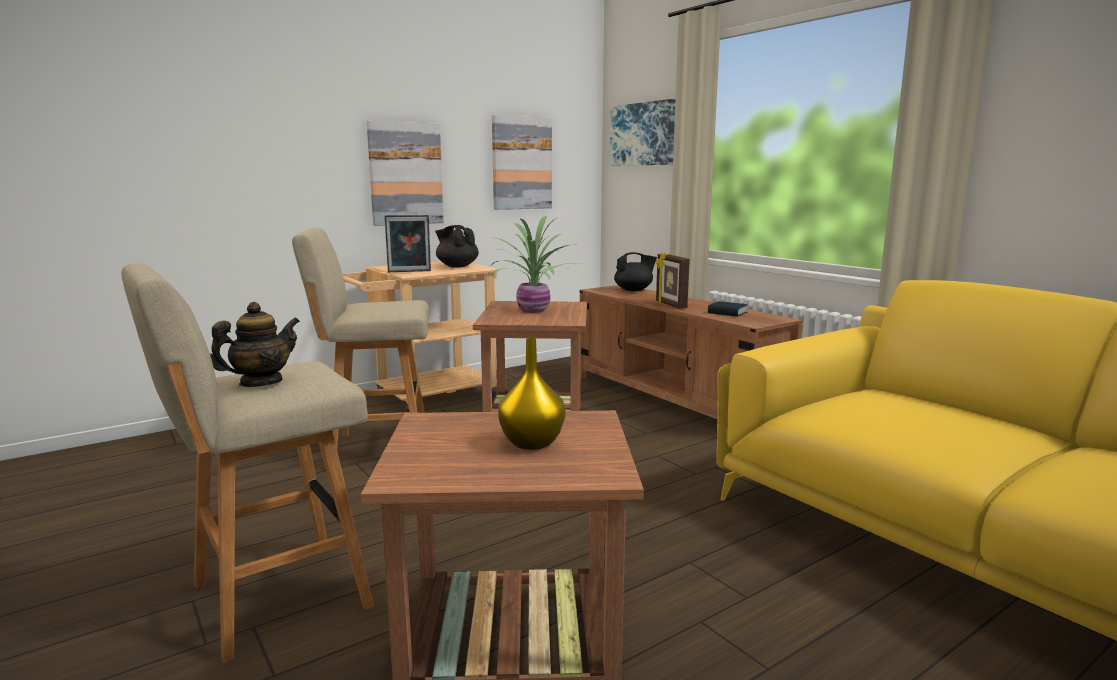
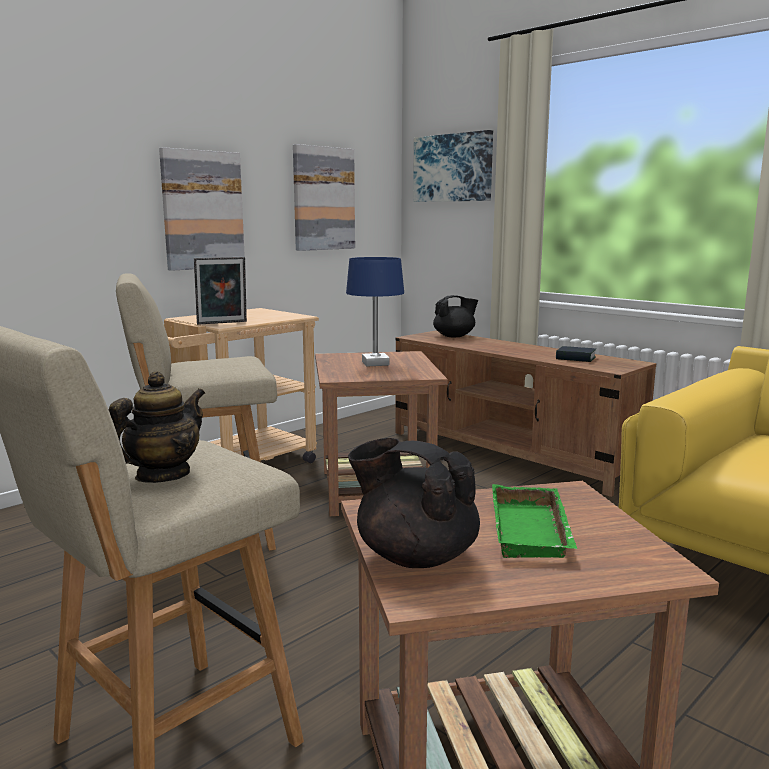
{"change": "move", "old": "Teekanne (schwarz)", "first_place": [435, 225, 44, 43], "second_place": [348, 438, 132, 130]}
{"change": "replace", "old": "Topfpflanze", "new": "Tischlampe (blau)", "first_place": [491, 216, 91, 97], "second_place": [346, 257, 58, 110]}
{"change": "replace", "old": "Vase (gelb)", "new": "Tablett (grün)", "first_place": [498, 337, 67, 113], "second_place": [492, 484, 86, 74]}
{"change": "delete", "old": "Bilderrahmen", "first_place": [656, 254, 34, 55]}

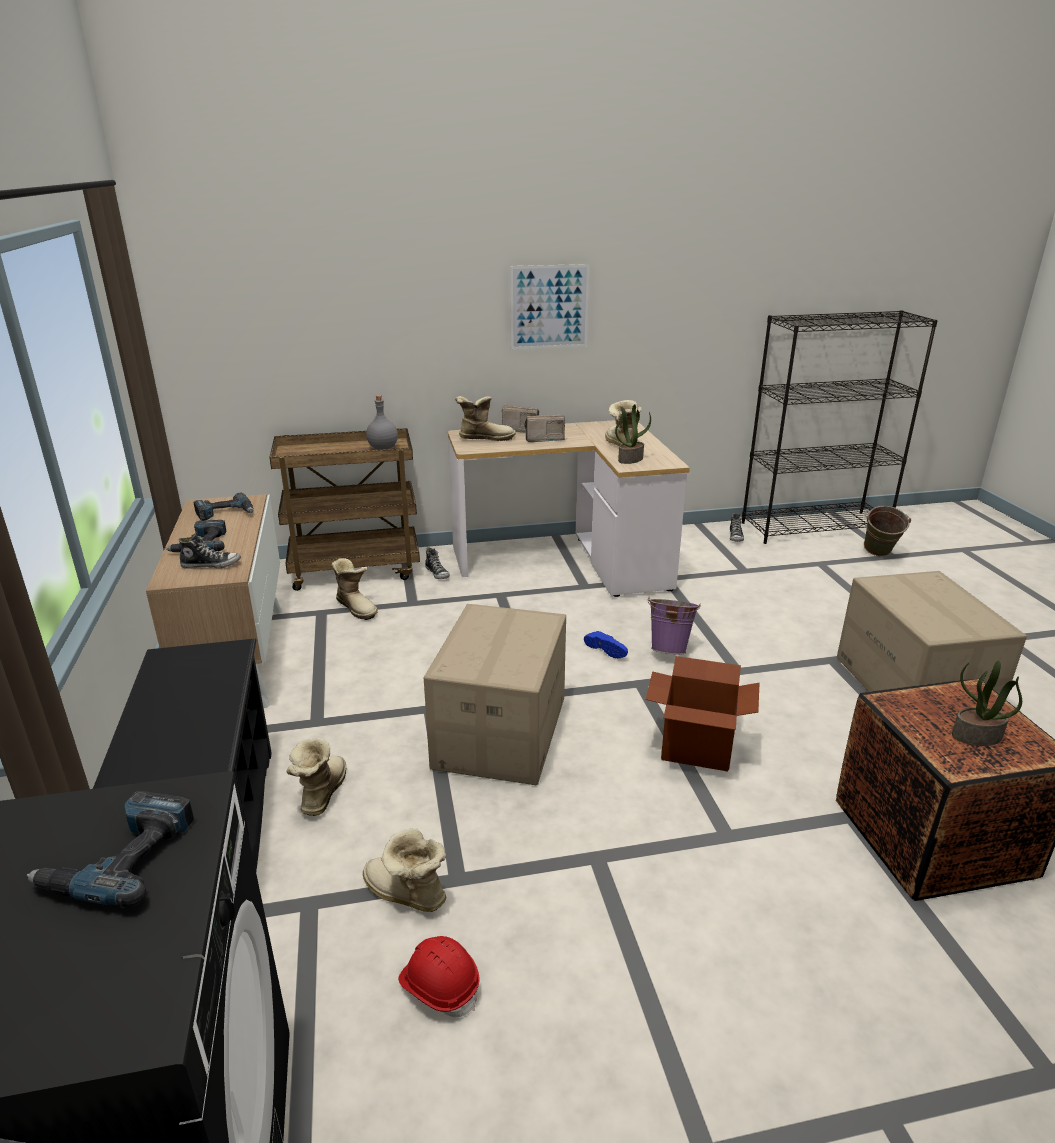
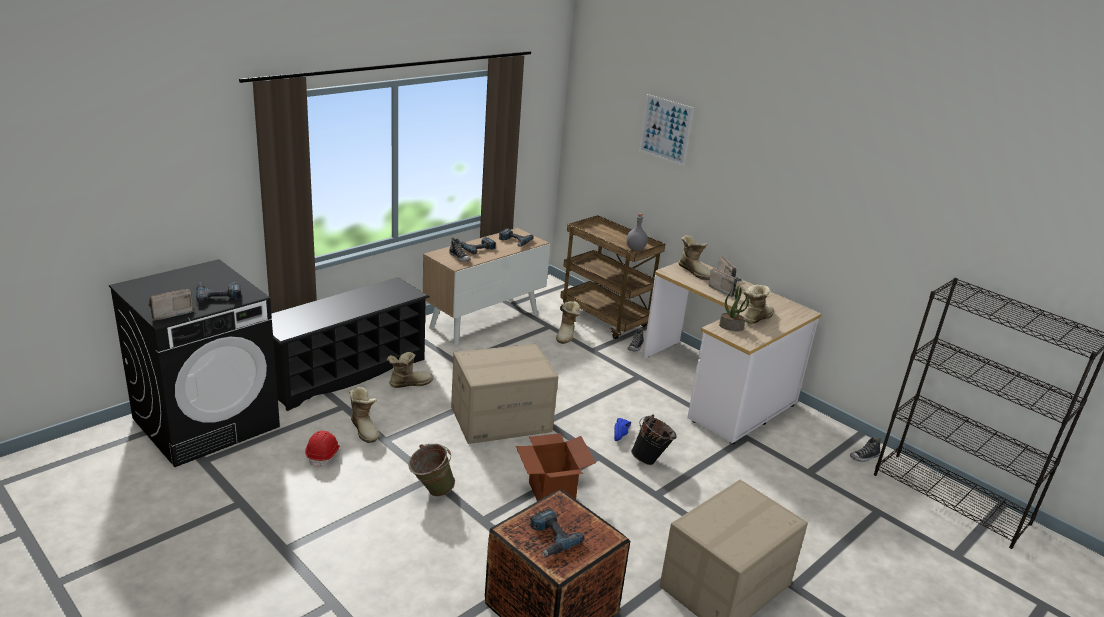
{"change": "rotate", "old": "Stiefel", "first_place": [363, 828, 83, 84], "second_place": [349, 387, 30, 56], "degrees": 150}
{"change": "move", "old": "Bild", "first_place": [510, 264, 80, 86], "second_place": [639, 94, 55, 72]}
{"change": "recolor", "old": "Eimer (lila)", "new": "Eimer (schwarz)", "first_place": [648, 597, 53, 57], "second_place": [631, 415, 46, 50]}
{"change": "move", "old": "Eimer (grün)", "first_place": [864, 506, 47, 50], "second_place": [408, 444, 47, 52]}
{"change": "replace", "old": "Topfpflanze", "new": "Bohrmaschine", "first_place": [952, 661, 70, 85], "second_place": [529, 508, 56, 48]}
{"change": "insert", "new": "Radio", "second_place": [149, 289, 46, 31]}

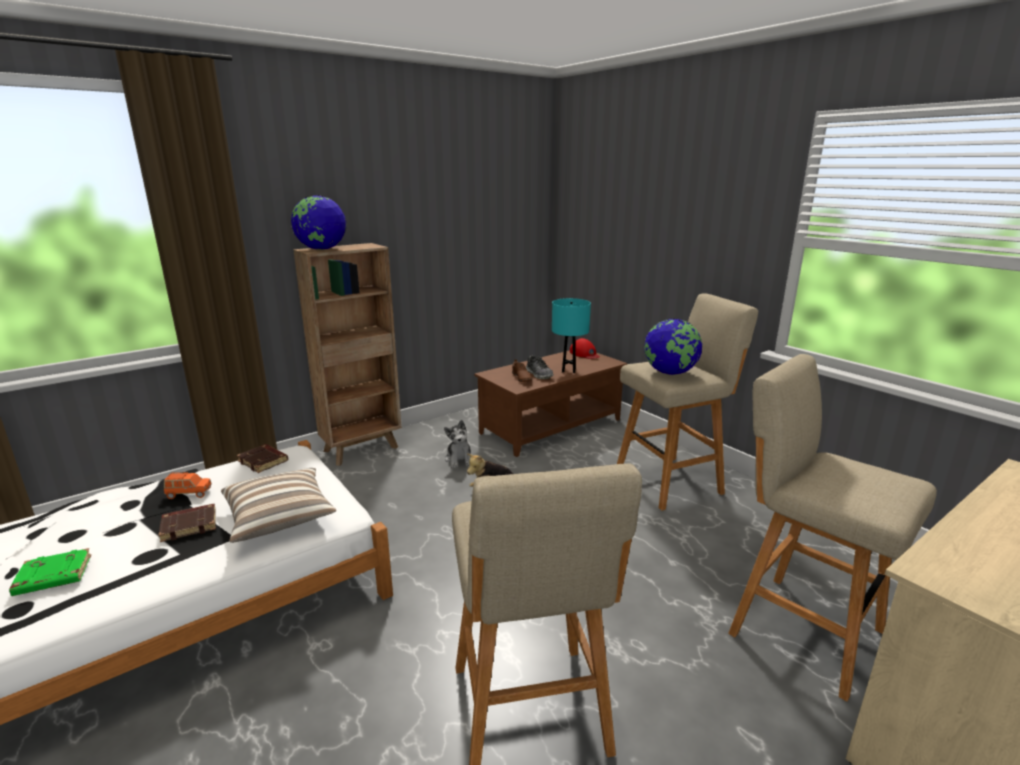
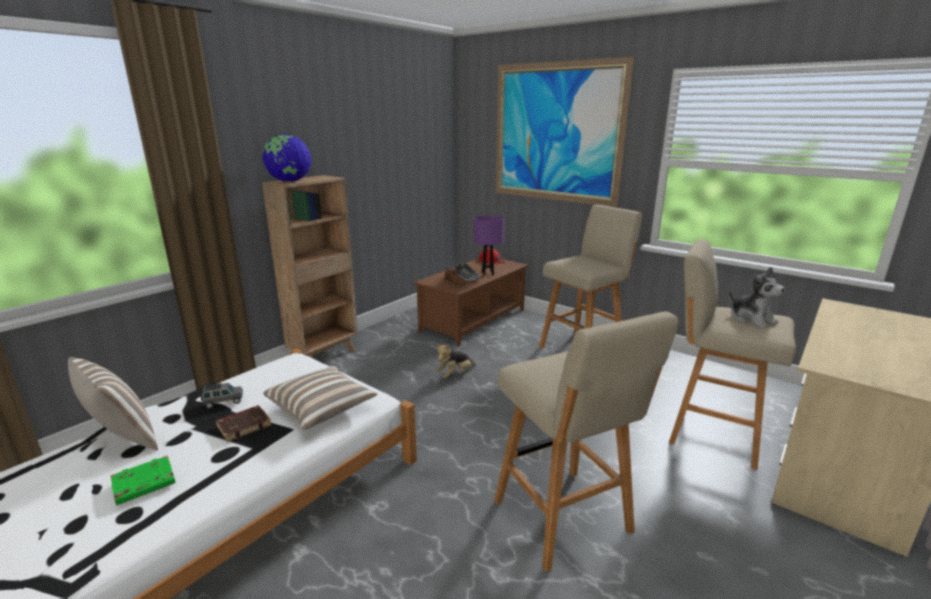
{"change": "recolor", "old": "Spielzeugauto (orange)", "new": "Spielzeugauto (grau)", "first_place": [164, 472, 48, 27], "second_place": [201, 383, 42, 26]}
{"change": "delete", "old": "Buch (braun)", "first_place": [237, 444, 51, 29]}
{"change": "move", "old": "Plüschtier", "first_place": [444, 420, 28, 48], "second_place": [729, 267, 56, 61]}
{"change": "recolor", "old": "Tischlampe (türkis)", "new": "Tischlampe (lila)", "first_place": [552, 298, 39, 75], "second_place": [473, 215, 31, 60]}
{"change": "delete", "old": "Globus", "first_place": [644, 319, 58, 56]}
{"change": "insert", "new": "Kissen", "second_place": [68, 357, 90, 94]}
{"change": "insert", "new": "Bild", "second_place": [496, 57, 138, 150]}

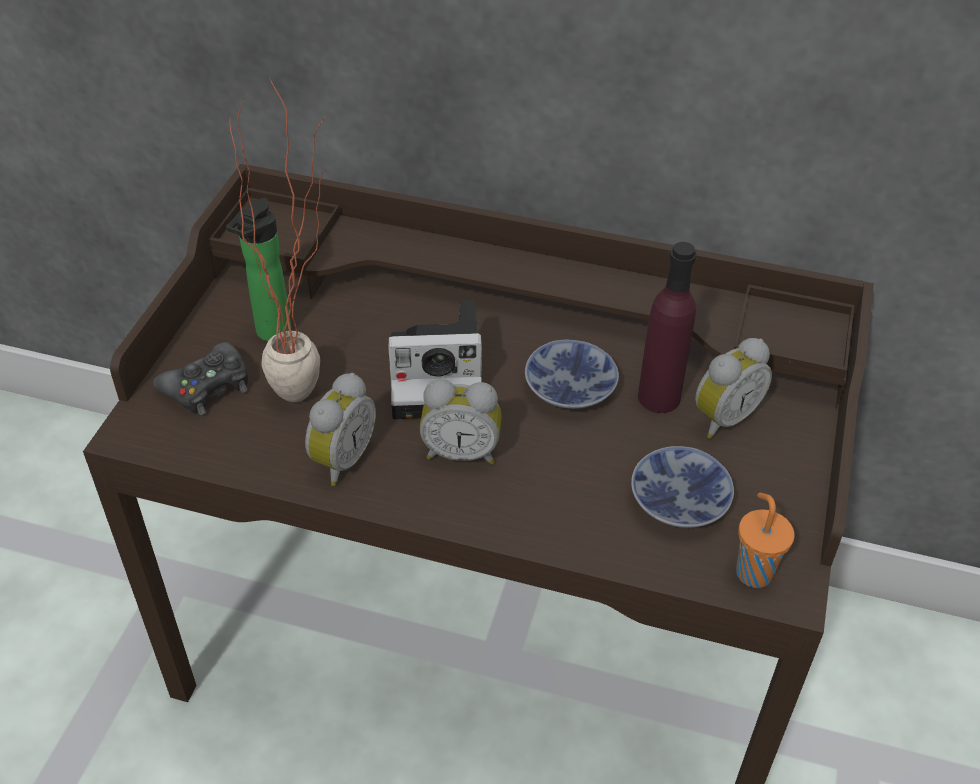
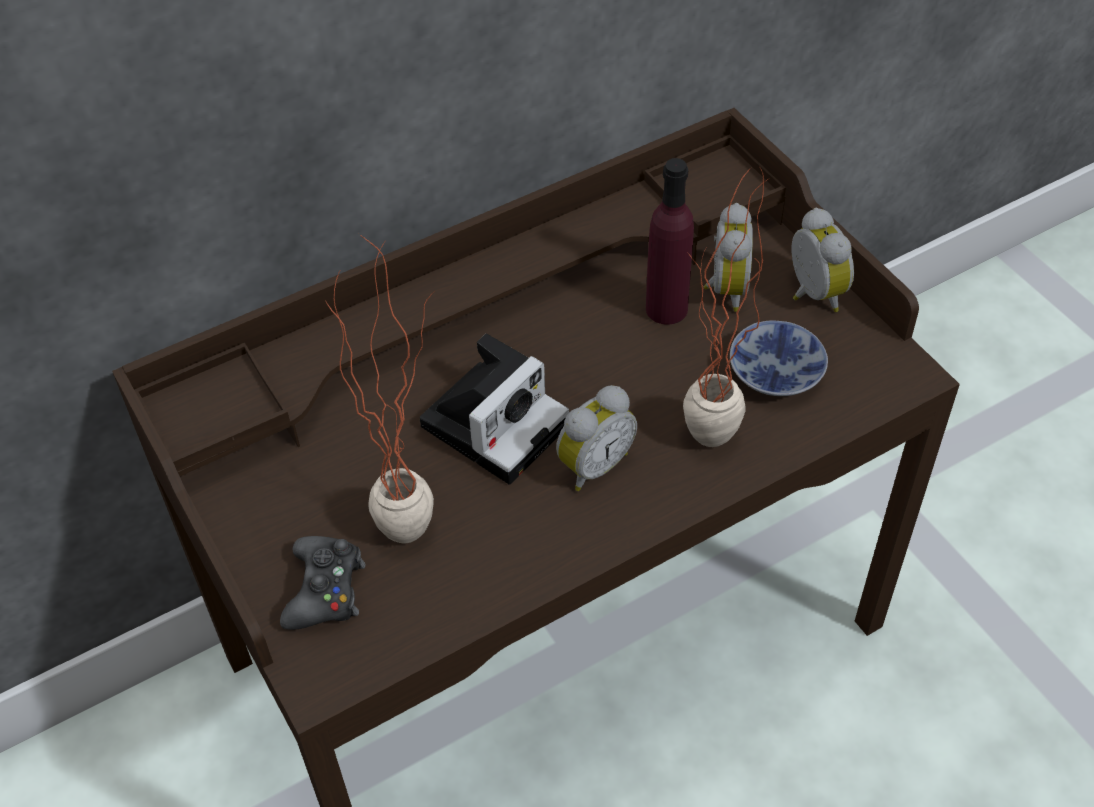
{"change": "delete", "old": "Flasche", "first_place": [226, 198, 65, 144]}
{"change": "move", "old": "Wecker", "first_place": [305, 373, 71, 113], "second_place": [791, 208, 63, 104]}
{"change": "delete", "old": "Schüssel", "first_place": [525, 340, 94, 69]}
{"change": "delete", "old": "Tasse (orange)", "first_place": [736, 493, 59, 95]}
{"change": "insert", "new": "Topfpflanze", "second_place": [683, 166, 87, 281]}

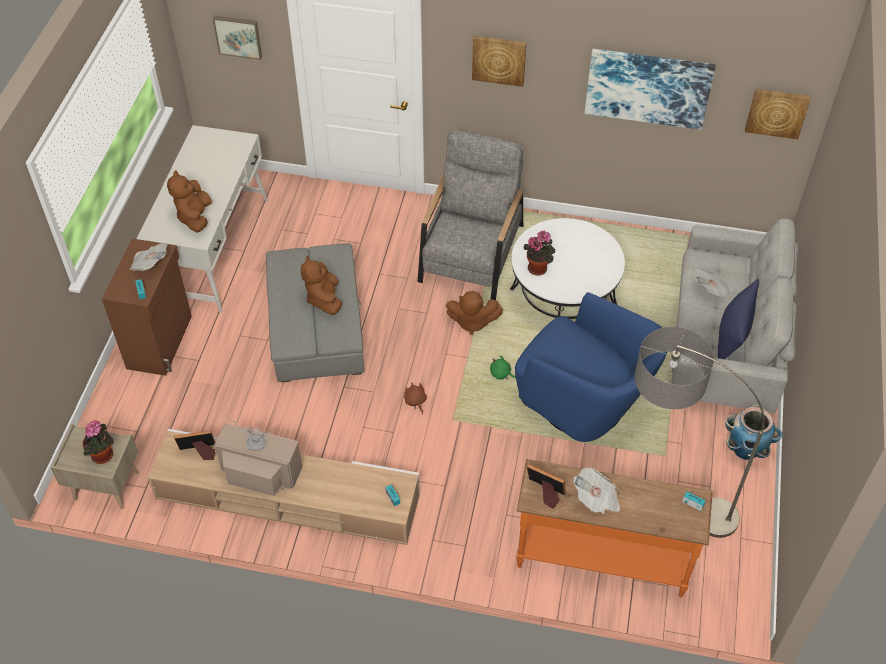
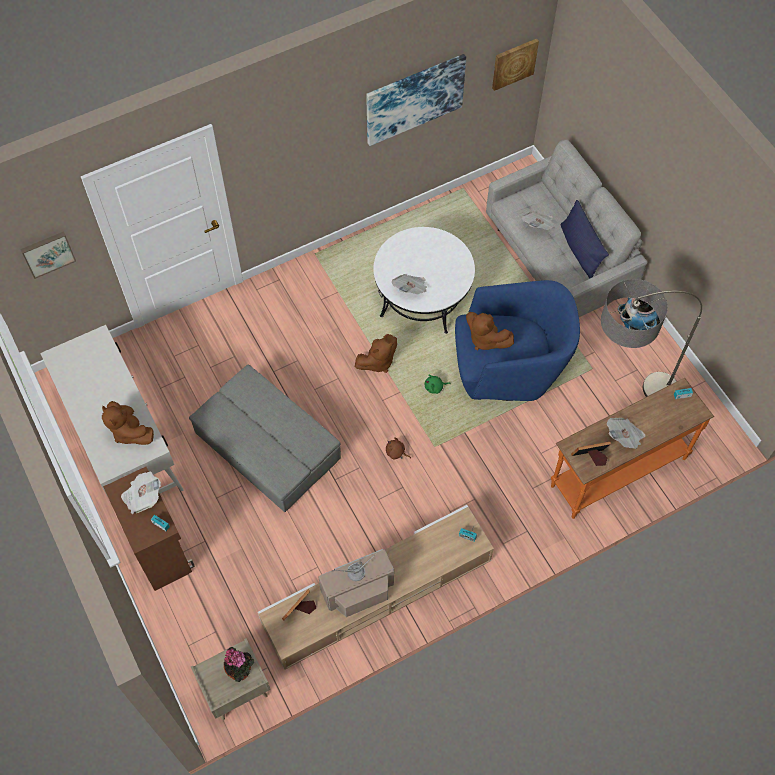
{"change": "move", "old": "Plüschtier (braun)", "first_place": [301, 256, 41, 59], "second_place": [466, 312, 48, 38]}
{"change": "delete", "old": "Sessel (grau)", "first_place": [418, 131, 105, 169]}
{"change": "delete", "old": "Bild", "first_place": [472, 36, 54, 51]}
{"change": "replace", "old": "Topfpflanze", "new": "Zeitung", "first_place": [523, 230, 32, 46], "second_place": [392, 274, 35, 20]}

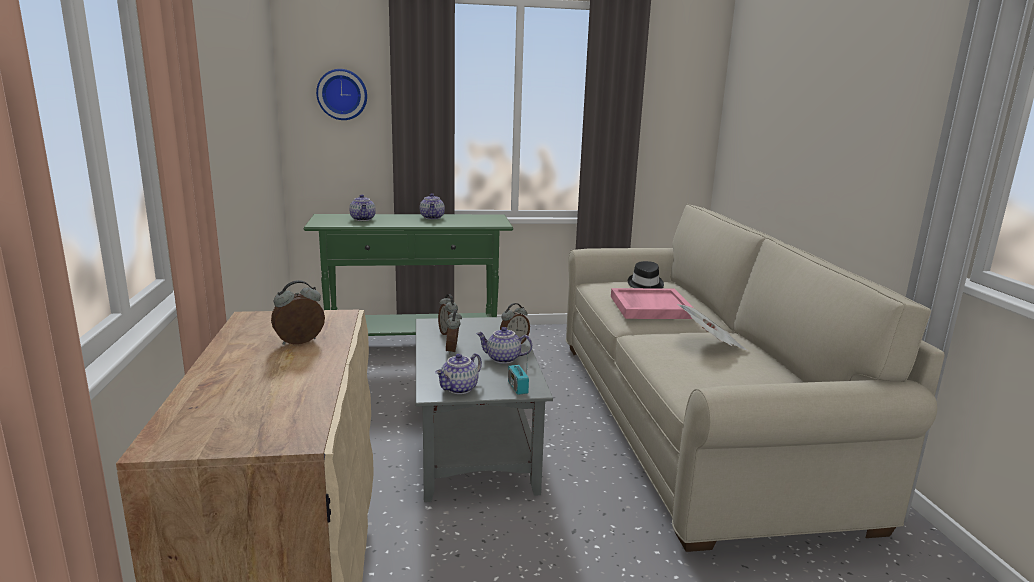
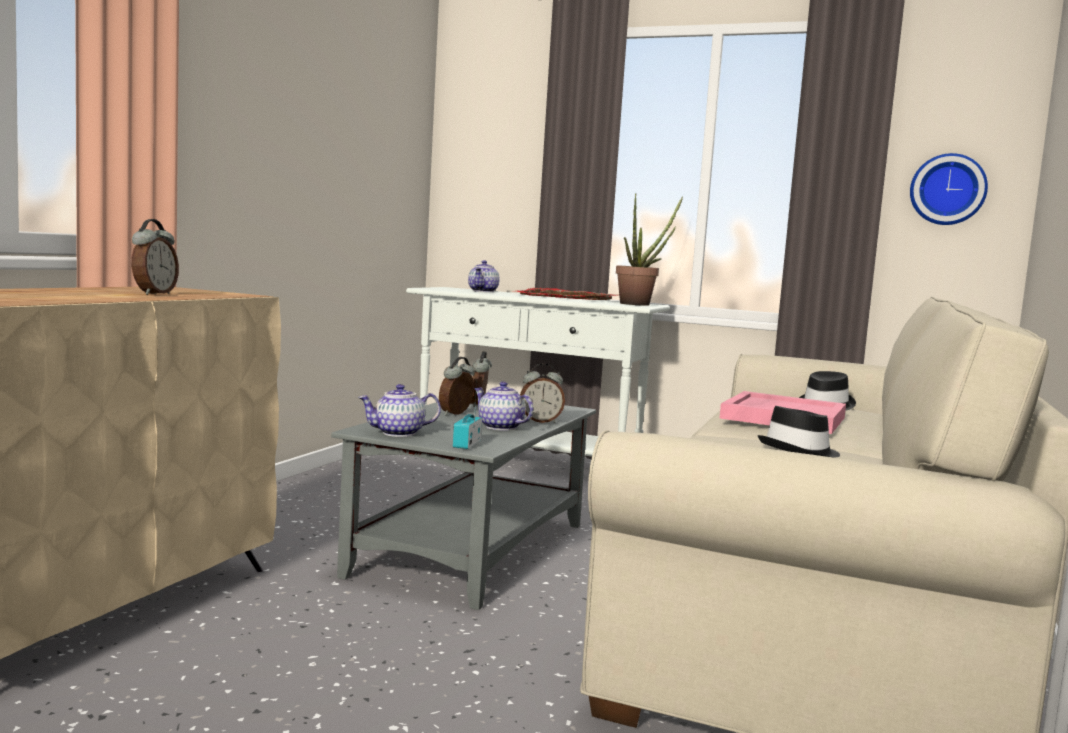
{"change": "rotate", "old": "Wecker", "first_place": [271, 280, 54, 65], "second_place": [131, 219, 48, 76], "degrees": 105}
{"change": "recolor", "old": "Konsolentisch (grün)", "new": "Konsolentisch (weiß)", "first_place": [304, 214, 209, 122], "second_place": [406, 287, 264, 170]}
{"change": "move", "old": "Wanduhr", "first_place": [316, 69, 51, 51], "second_place": [910, 153, 78, 72]}
{"change": "replace", "old": "Teekanne", "new": "Tablett (rot)", "first_place": [420, 193, 25, 26], "second_place": [516, 288, 103, 12]}
{"change": "replace", "old": "Zeitung", "new": "Hut (schwarz)", "first_place": [677, 304, 72, 47], "second_place": [758, 406, 82, 51]}
{"change": "insert", "new": "Topfpflanze", "second_place": [616, 193, 67, 113]}

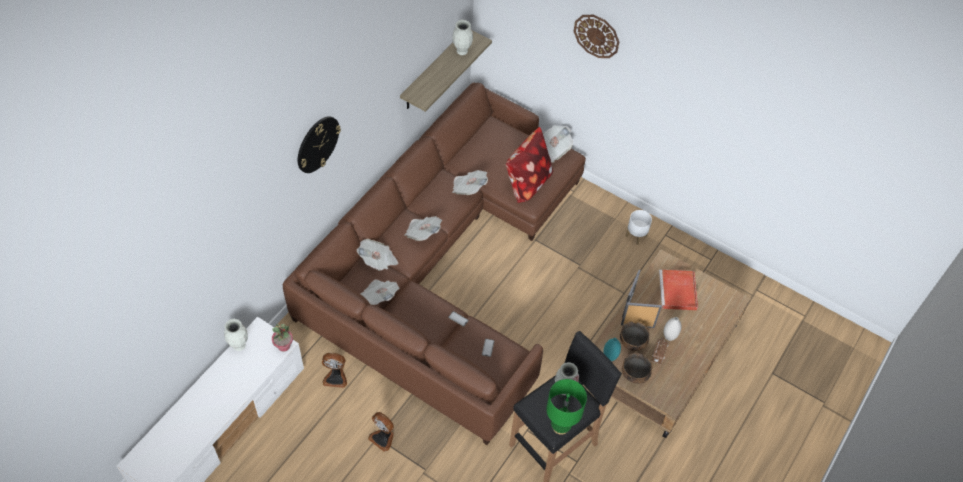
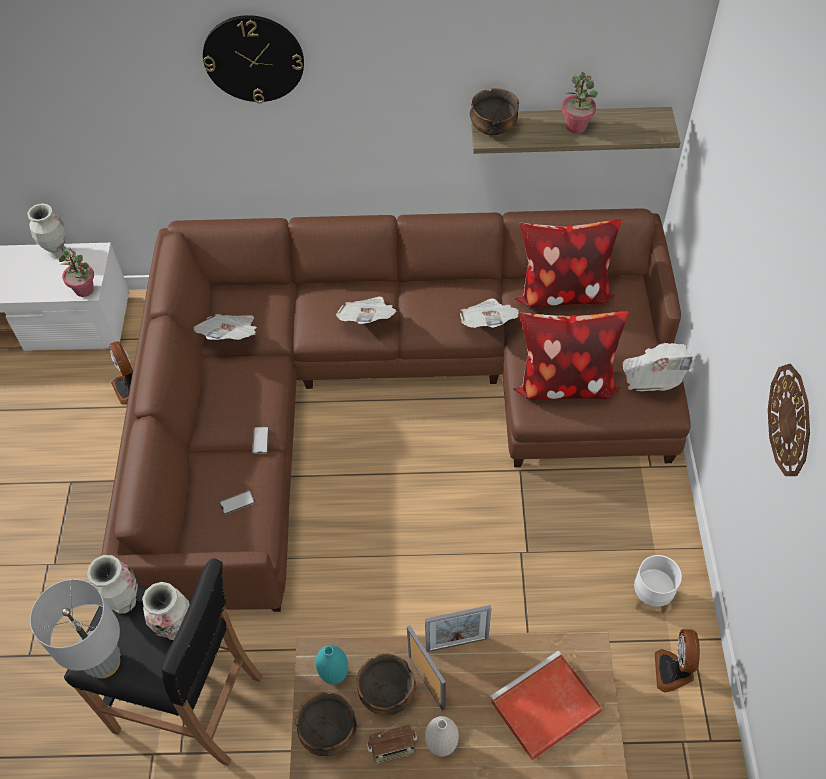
{"change": "delete", "old": "Zeitung", "first_place": [356, 239, 43, 32]}
{"change": "move", "old": "Ventilator", "first_place": [368, 412, 26, 40], "second_place": [655, 629, 45, 64]}
{"change": "move", "old": "Vase", "first_place": [452, 20, 21, 35], "second_place": [87, 555, 51, 58]}
{"change": "recolor", "old": "Tischlampe (grün)", "new": "Tischlampe (grau)", "first_place": [546, 379, 41, 56], "second_place": [30, 579, 91, 99]}
{"change": "move", "old": "Wanduhr", "first_place": [574, 15, 45, 43], "second_place": [768, 364, 42, 112]}
{"change": "insert", "new": "Schüssel", "second_place": [470, 88, 49, 48]}
{"change": "insert", "new": "Kissen", "second_place": [515, 219, 107, 88]}
{"change": "insert", "new": "Topfpflanze", "second_place": [562, 71, 36, 62]}

